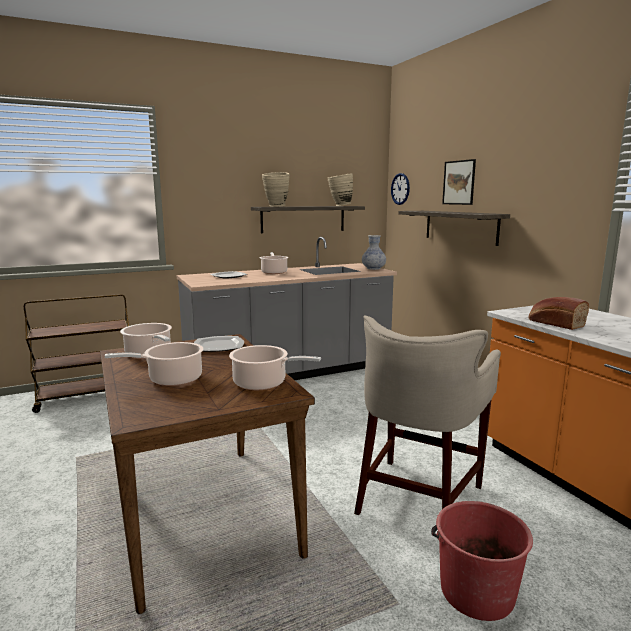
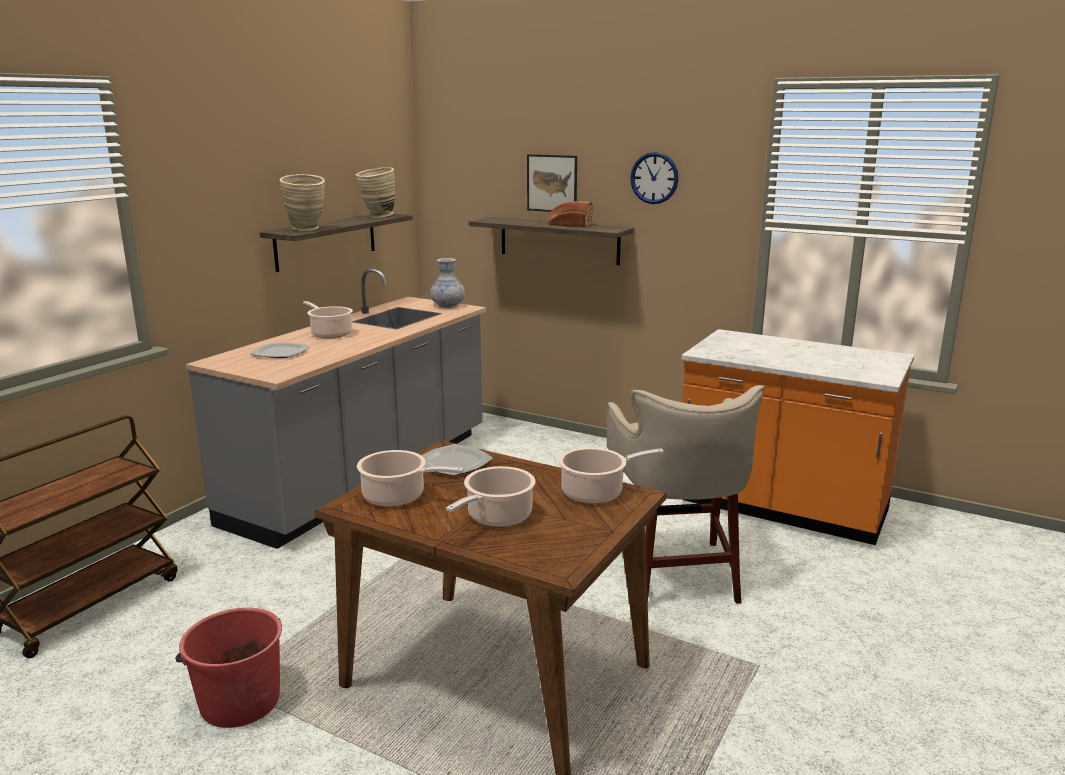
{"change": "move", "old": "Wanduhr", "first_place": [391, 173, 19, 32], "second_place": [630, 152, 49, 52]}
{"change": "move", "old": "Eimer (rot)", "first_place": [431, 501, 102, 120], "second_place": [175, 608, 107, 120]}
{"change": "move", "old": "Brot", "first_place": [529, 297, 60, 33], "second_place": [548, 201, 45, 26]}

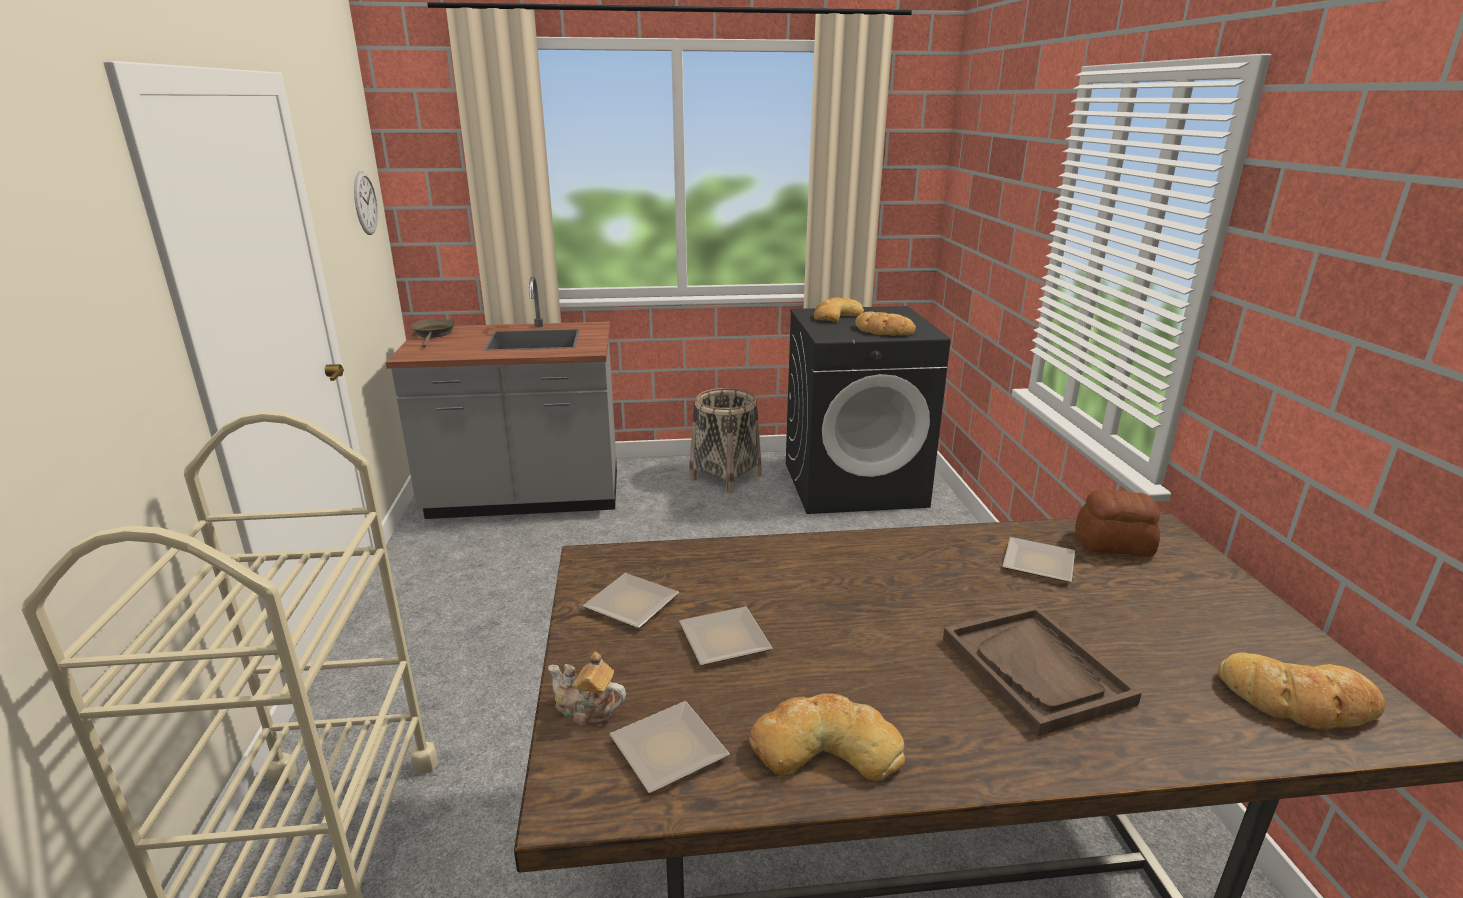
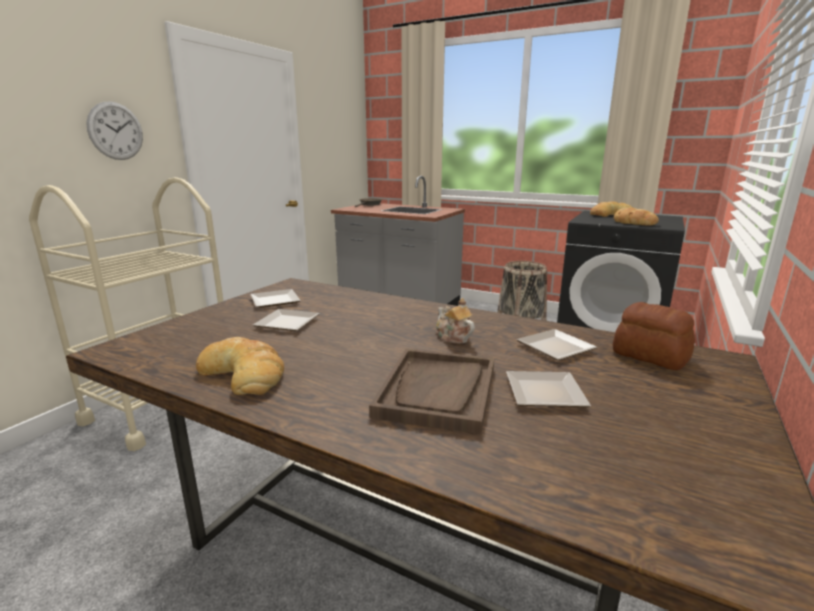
{"change": "move", "old": "Wanduhr", "first_place": [354, 171, 24, 64], "second_place": [86, 101, 57, 59]}
{"change": "move", "old": "Teekanne", "first_place": [548, 652, 78, 74], "second_place": [436, 298, 39, 45]}
{"change": "move", "old": "Teller", "first_place": [610, 701, 120, 92], "second_place": [506, 371, 85, 36]}
{"change": "delete", "old": "Brot", "first_place": [1218, 653, 167, 76]}

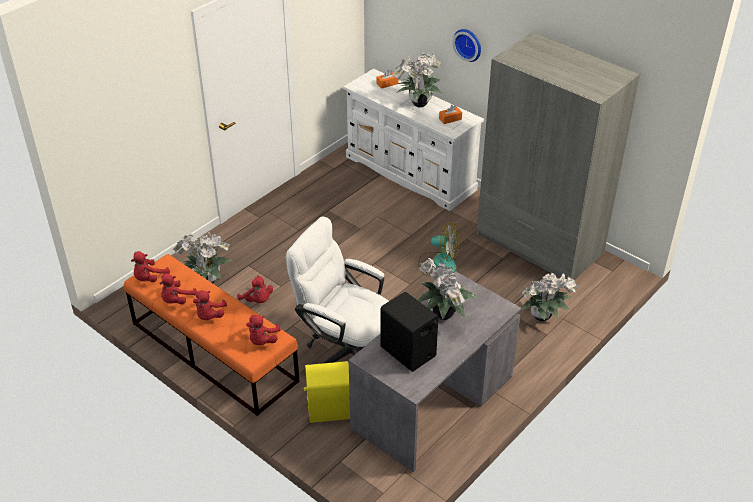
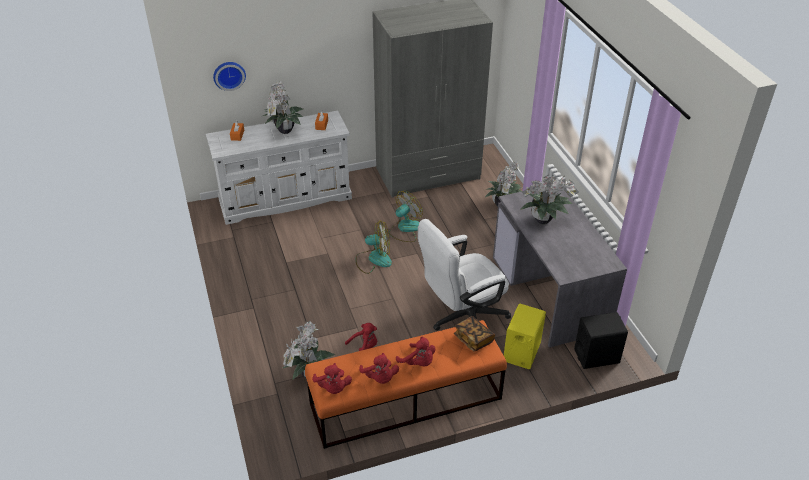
{"change": "replace", "old": "Plüschtier (rot)", "new": "Buch", "first_place": [246, 315, 35, 30], "second_place": [454, 316, 41, 36]}
{"change": "move", "old": "Lautsprecher (schwarz)", "first_place": [381, 292, 57, 80], "second_place": [574, 312, 54, 57]}
{"change": "move", "old": "Wanduhr", "first_place": [453, 29, 28, 33], "second_place": [213, 62, 33, 29]}
{"change": "insert", "new": "Ventilator", "second_place": [356, 221, 36, 53]}

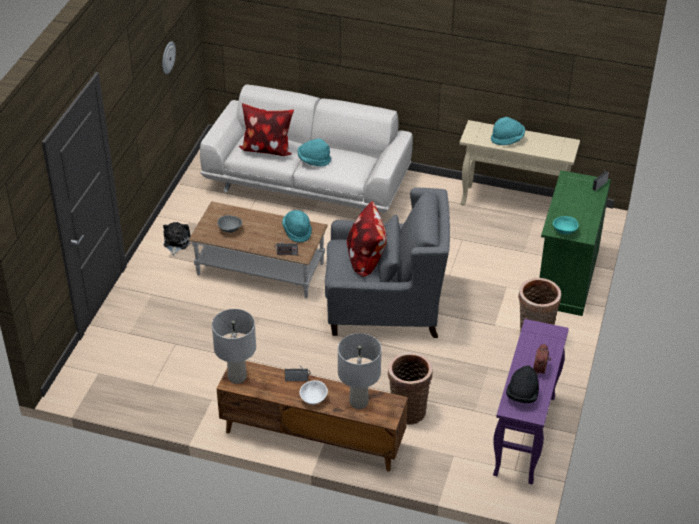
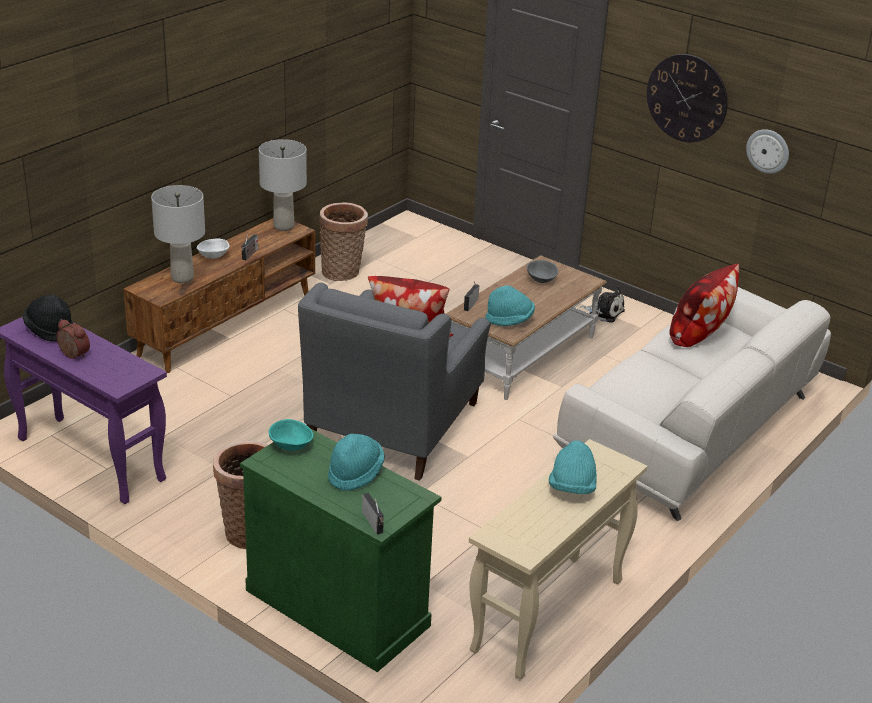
{"change": "move", "old": "Hut (türkis)", "first_place": [298, 138, 33, 28], "second_place": [328, 434, 57, 57]}
{"change": "move", "old": "Korb", "first_place": [388, 352, 44, 73], "second_place": [319, 202, 49, 79]}
{"change": "insert", "new": "Wanduhr", "second_place": [647, 54, 81, 88]}

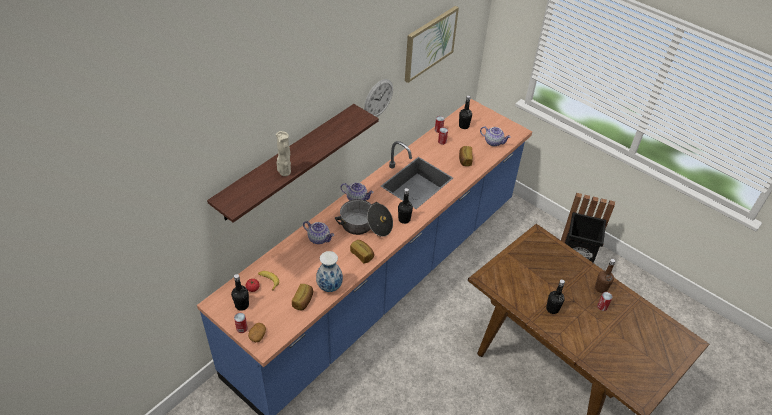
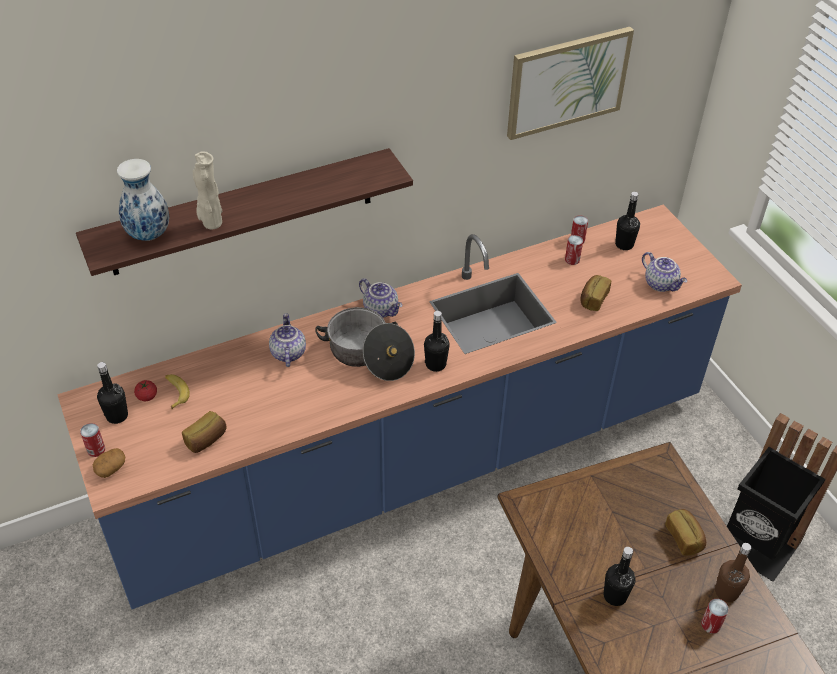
{"change": "rotate", "old": "Teekanne", "first_place": [303, 221, 31, 23], "second_place": [269, 313, 37, 54], "degrees": -150}
{"change": "move", "old": "Vase", "first_place": [316, 251, 27, 41], "second_place": [117, 159, 52, 82]}
{"change": "move", "old": "Brot", "first_place": [350, 240, 24, 24], "second_place": [665, 509, 41, 47]}
{"change": "delete", "old": "Wanduhr", "first_place": [364, 79, 29, 38]}

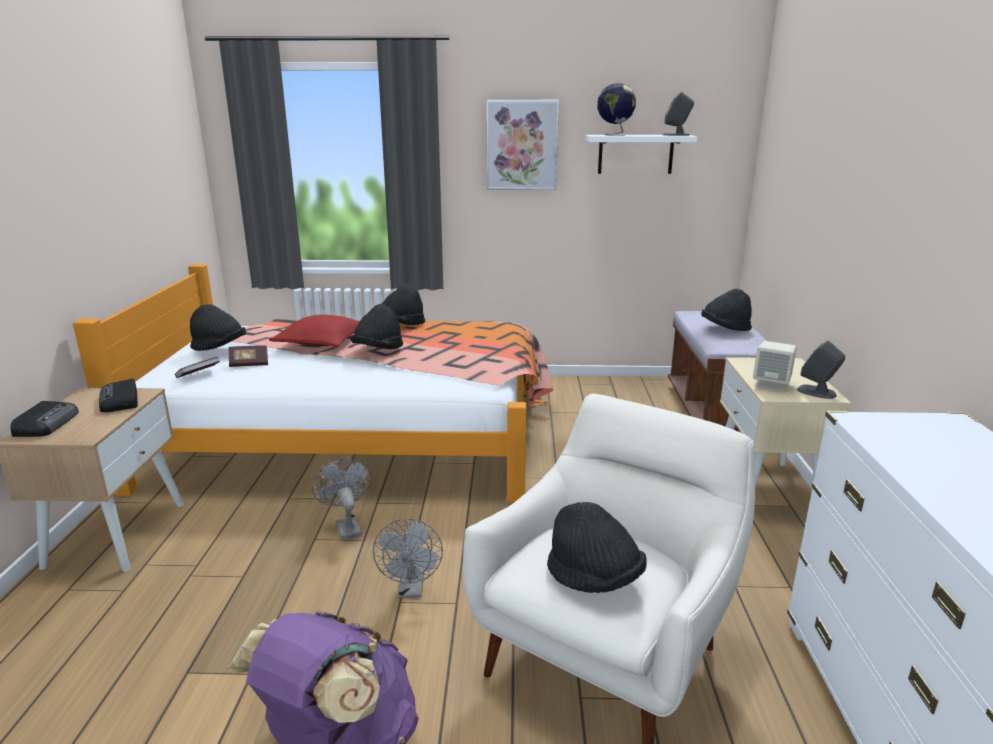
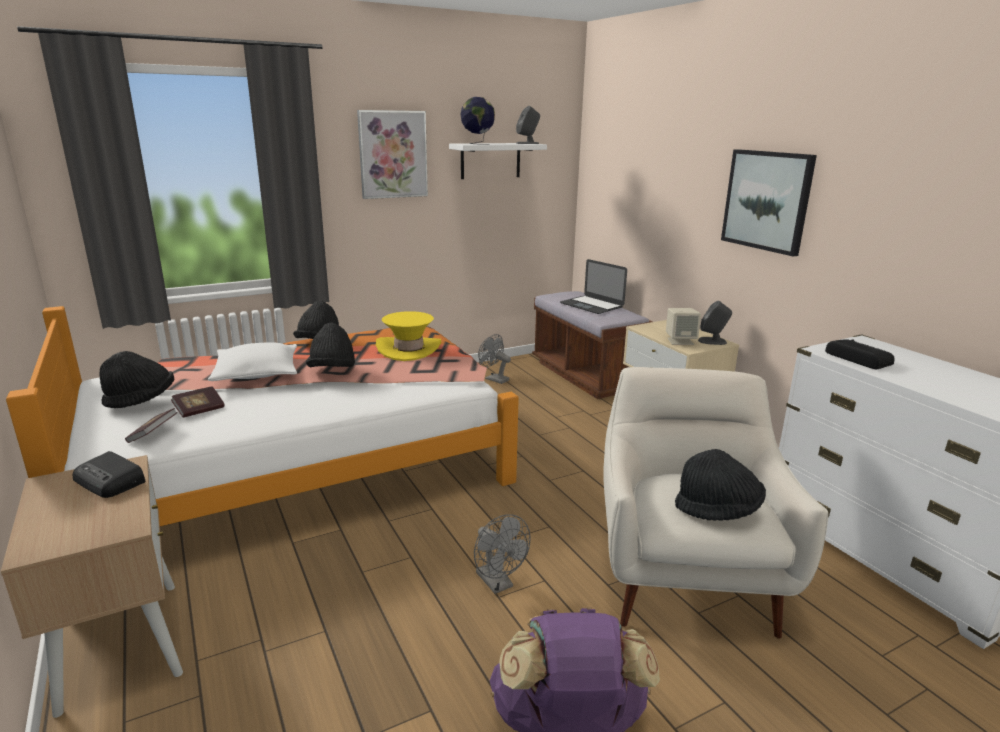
{"change": "move", "old": "Radio", "first_place": [10, 401, 69, 36], "second_place": [825, 339, 70, 31]}
{"change": "recolor", "old": "Kissen (rot)", "new": "Kissen (weiß)", "first_place": [269, 315, 91, 32], "second_place": [208, 342, 89, 39]}
{"change": "move", "old": "Ventilator (grau)", "first_place": [312, 459, 60, 81], "second_place": [478, 334, 33, 50]}
{"change": "replace", "old": "Hut (schwarz)", "new": "Laptop", "first_place": [701, 289, 51, 42], "second_place": [560, 259, 67, 55]}
{"change": "insert", "new": "Hut (gelb)", "second_place": [376, 311, 65, 50]}
{"change": "insert", "new": "Bild", "second_place": [721, 149, 96, 107]}

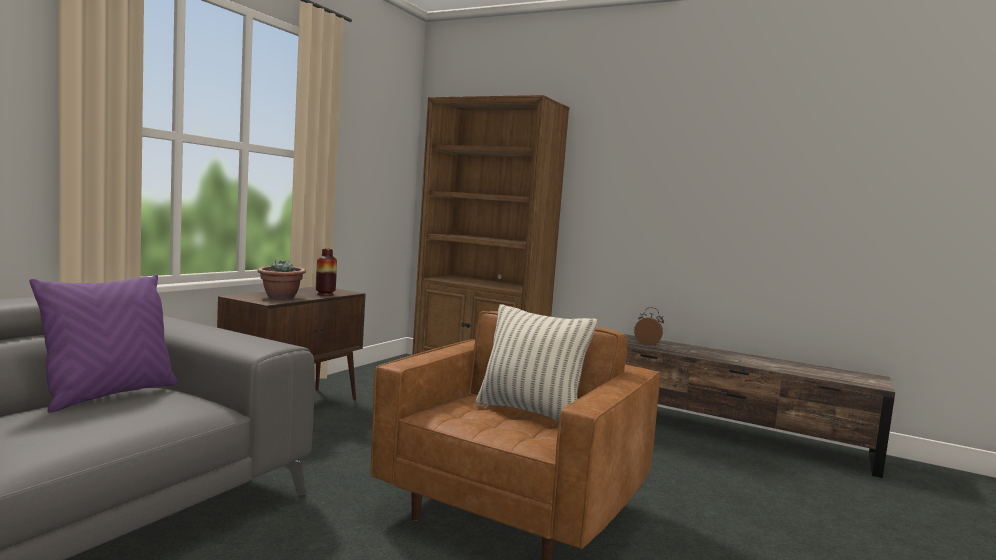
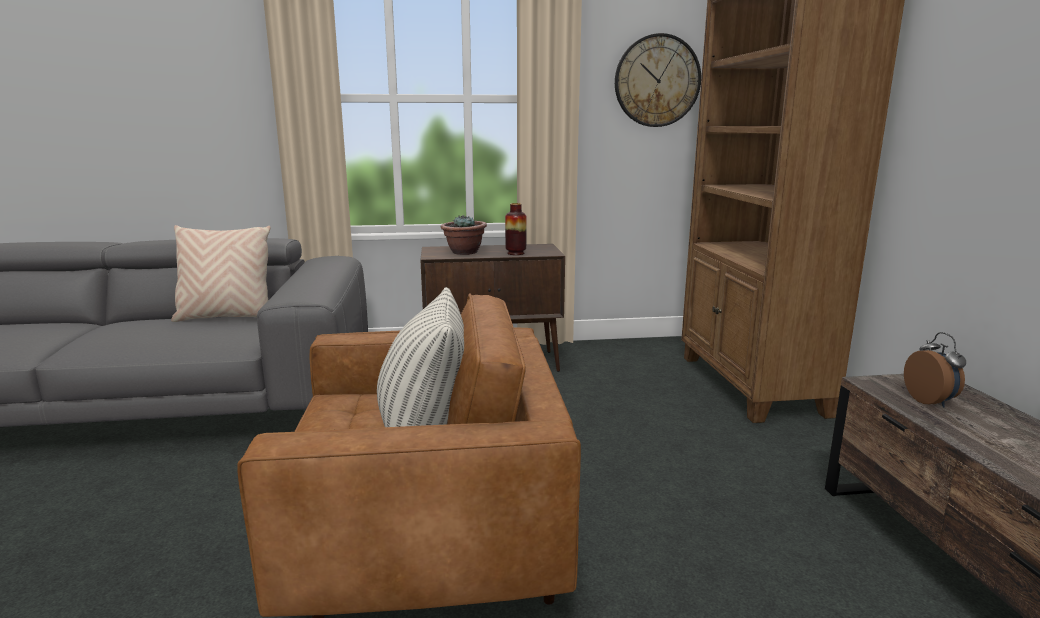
{"change": "recolor", "old": "Kissen (lila)", "new": "Kissen (beige)", "first_place": [29, 275, 149, 138], "second_place": [171, 225, 100, 97]}
{"change": "insert", "new": "Wanduhr", "second_place": [615, 33, 86, 94]}

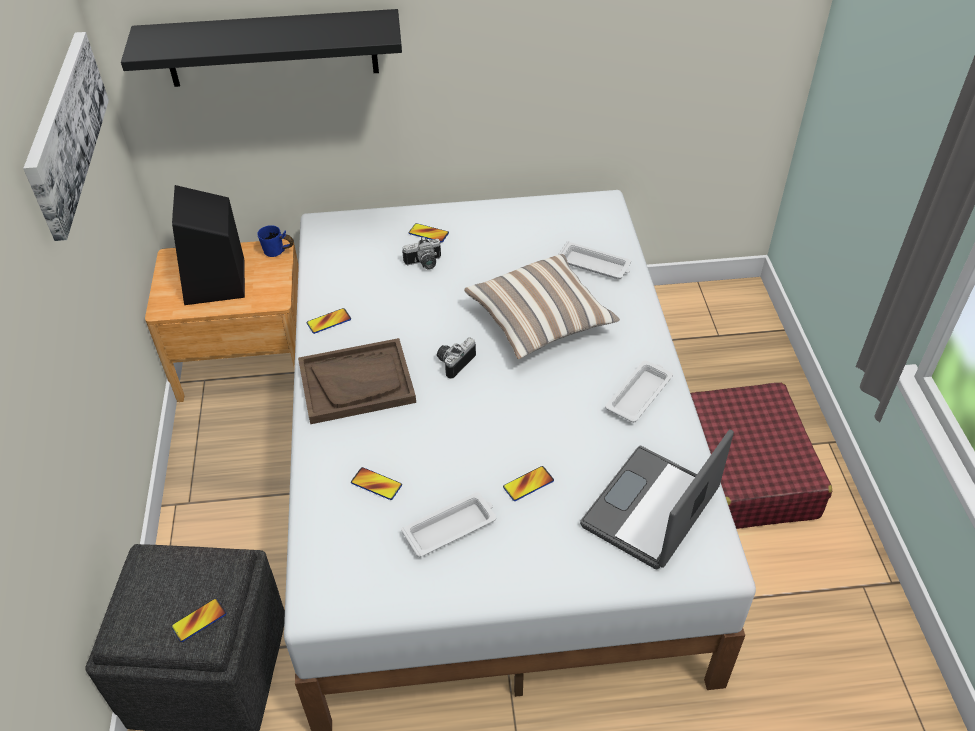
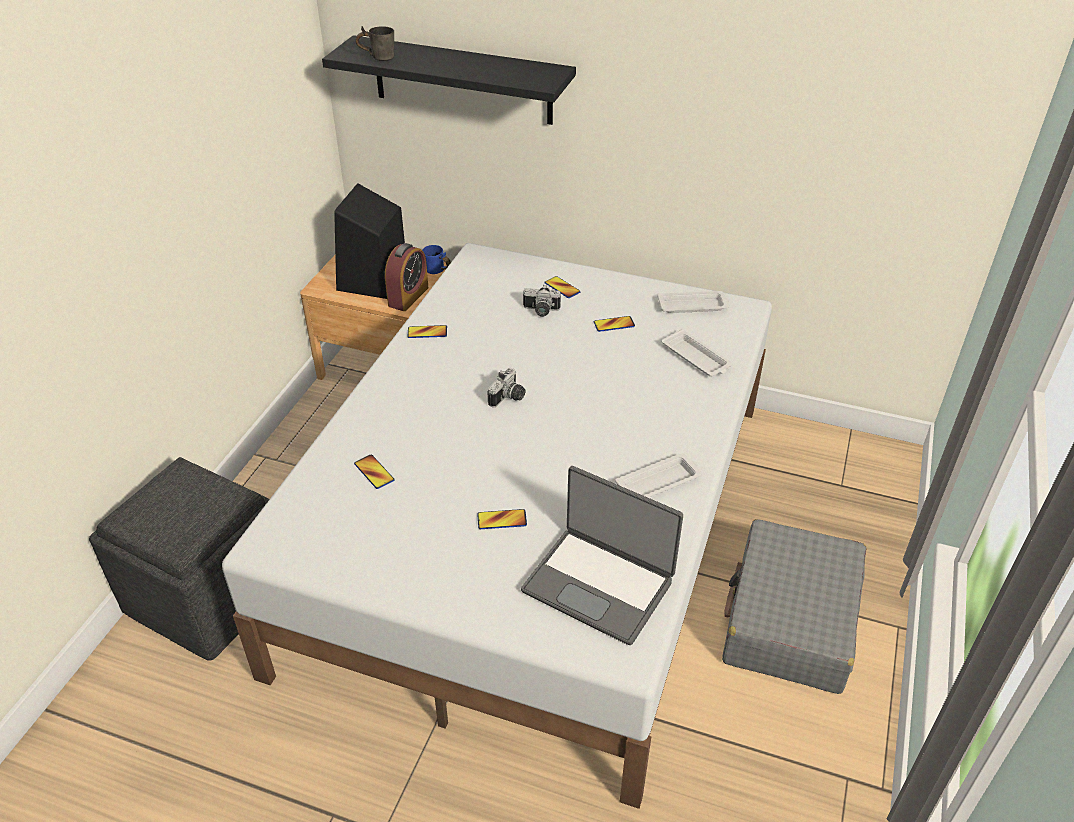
{"change": "delete", "old": "Bild", "first_place": [23, 32, 86, 209]}
{"change": "move", "old": "Handy", "first_place": [171, 598, 56, 44], "second_place": [594, 316, 41, 16]}
{"change": "delete", "old": "Tablett (braun)", "first_place": [298, 338, 118, 86]}
{"change": "move", "old": "Tablett (weiß)", "first_place": [401, 492, 95, 65], "second_place": [657, 291, 72, 22]}
{"change": "rotate", "old": "Kamera", "first_place": [437, 337, 39, 42], "second_place": [487, 368, 39, 39], "degrees": 150}
{"change": "delete", "old": "Kissen", "first_place": [464, 254, 156, 106]}
{"change": "rotate", "old": "Laptop", "first_place": [580, 429, 154, 140], "second_place": [521, 466, 162, 179], "degrees": -120}
{"change": "recolor", "old": "Koffer (rot)", "new": "Koffer (grau)", "first_place": [690, 383, 142, 146], "second_place": [722, 519, 145, 175]}
{"change": "insert", "new": "Henkelbecher (grau)", "second_place": [356, 26, 38, 35]}
{"change": "insert", "new": "Wecker", "second_place": [385, 243, 43, 68]}

